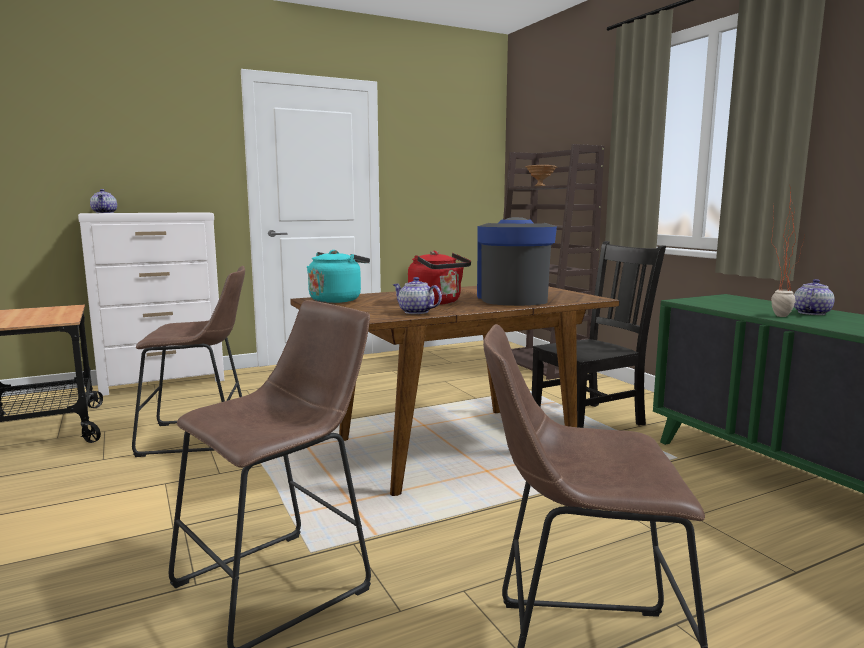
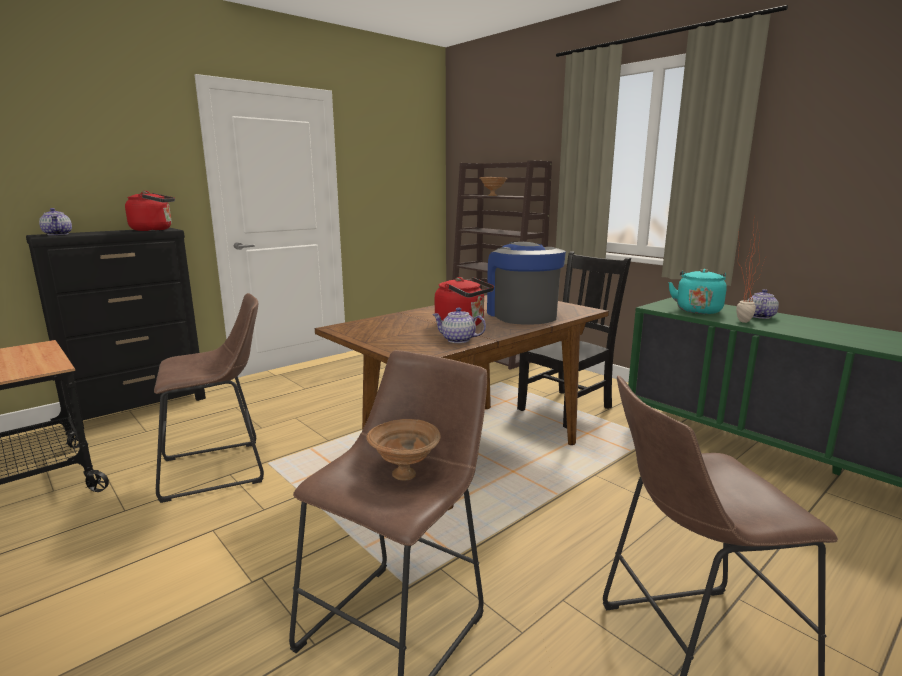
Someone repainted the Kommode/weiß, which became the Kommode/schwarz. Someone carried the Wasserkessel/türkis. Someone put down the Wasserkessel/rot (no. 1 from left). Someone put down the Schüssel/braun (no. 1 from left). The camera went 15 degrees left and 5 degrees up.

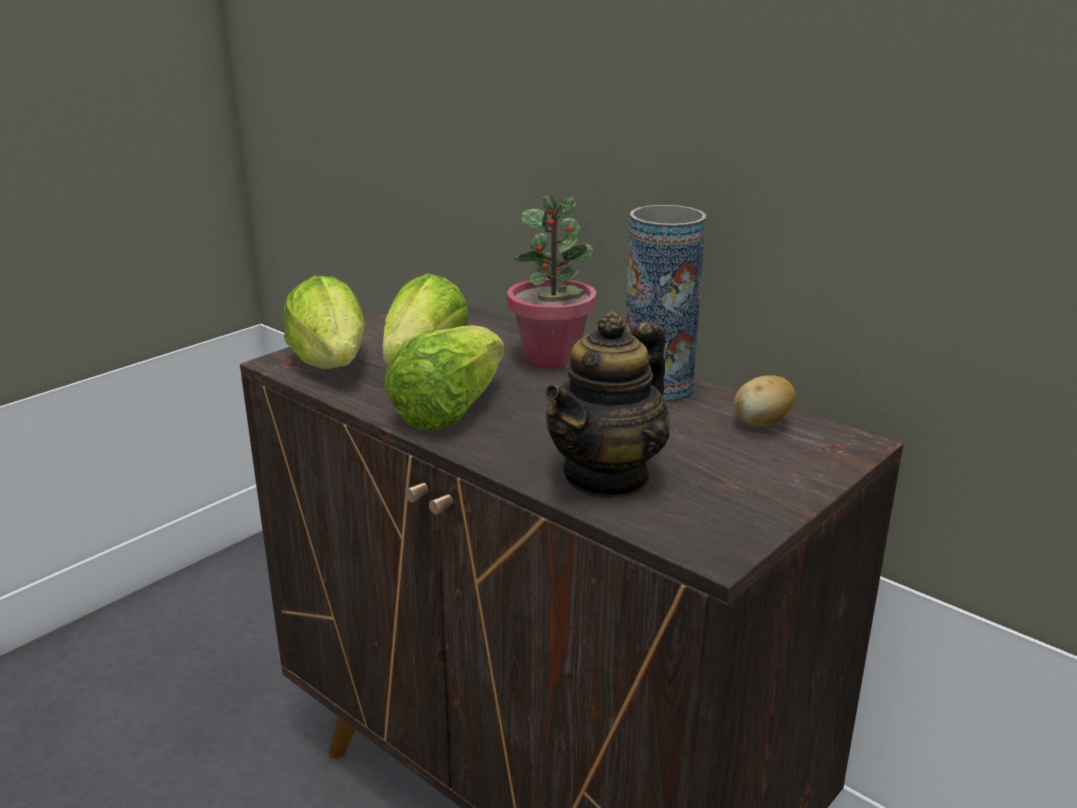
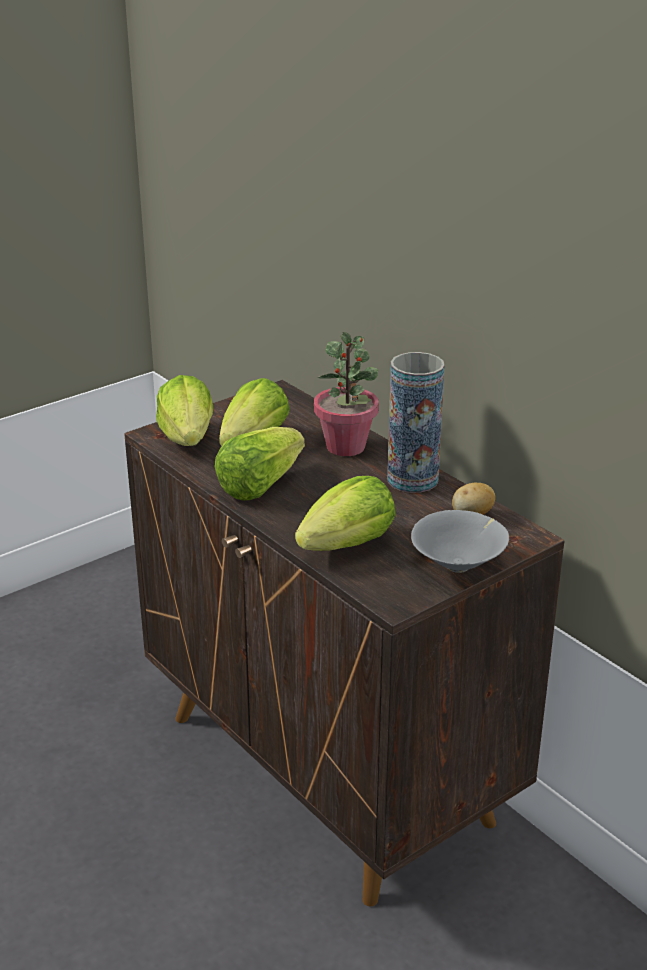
Someone swapped the Teekanne for the Salatkopf (no. 4 from left). Someone put down the Schüssel/grau. The camera went 10 degrees right and 5 degrees up.

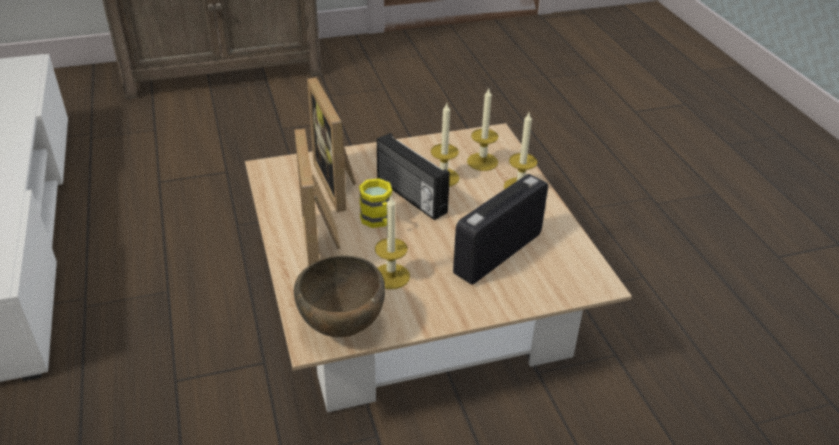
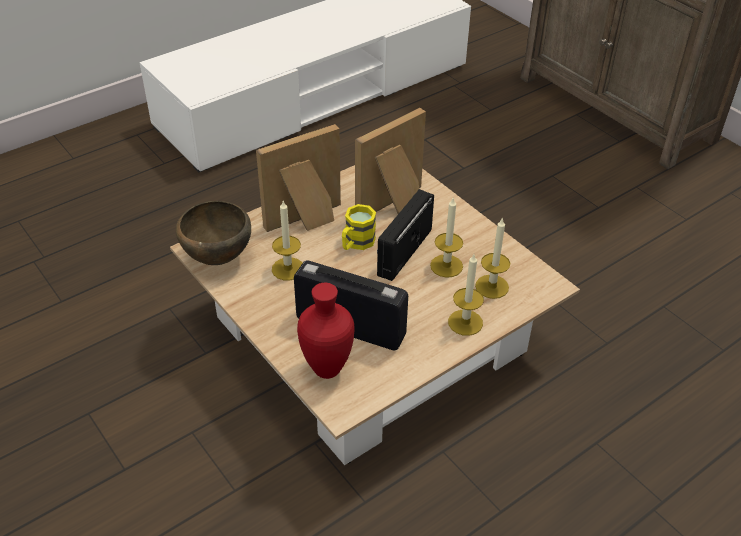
Someone put down the Vase/rot. The camera went 70 degrees right and 5 degrees up.

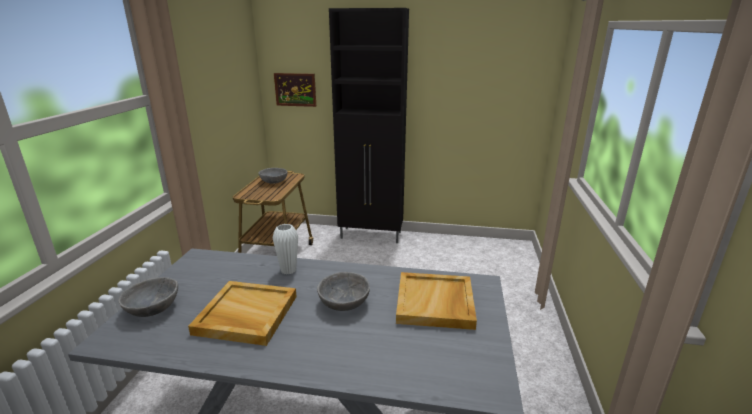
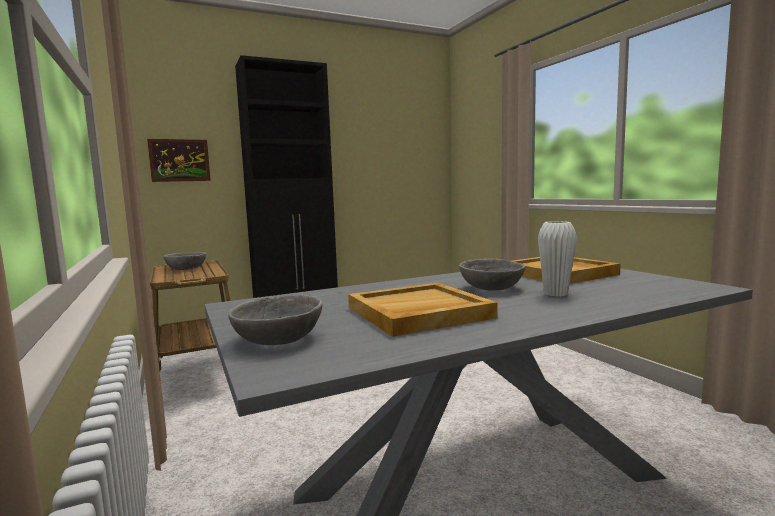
Someone carried the Vase/weiß. The camera went 35 degrees left and 15 degrees down.

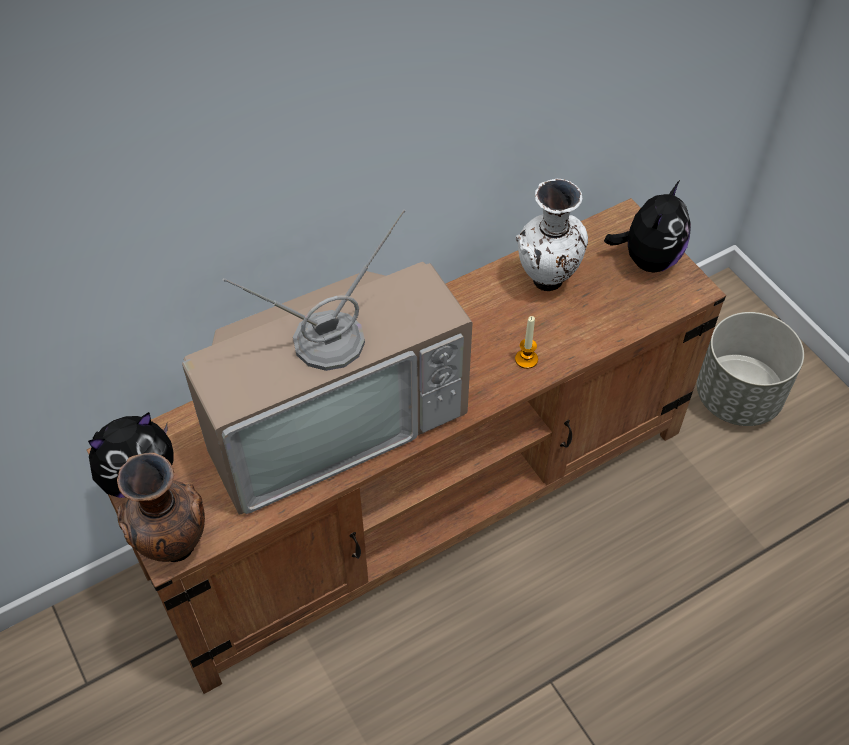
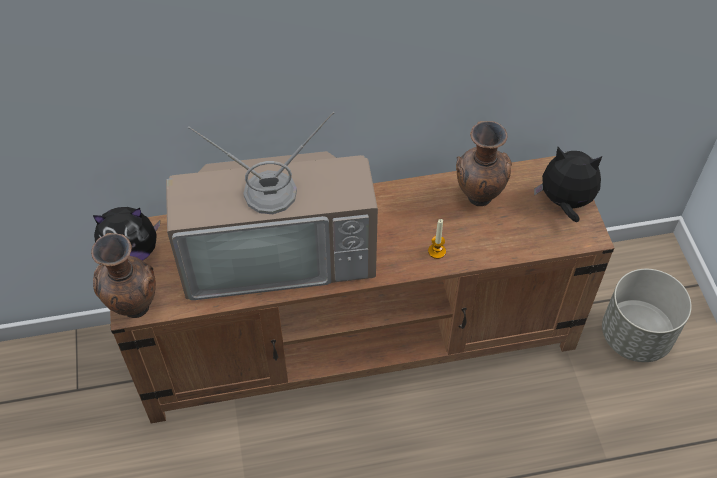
Someone repainted the Vase/weiß, which became the Vase/braun (no. 2 from left). Someone rotated the Plüschtier (no. 2 from left) by 120 degrees counterclockwise. The camera went 20 degrees right and 0 degrees up.

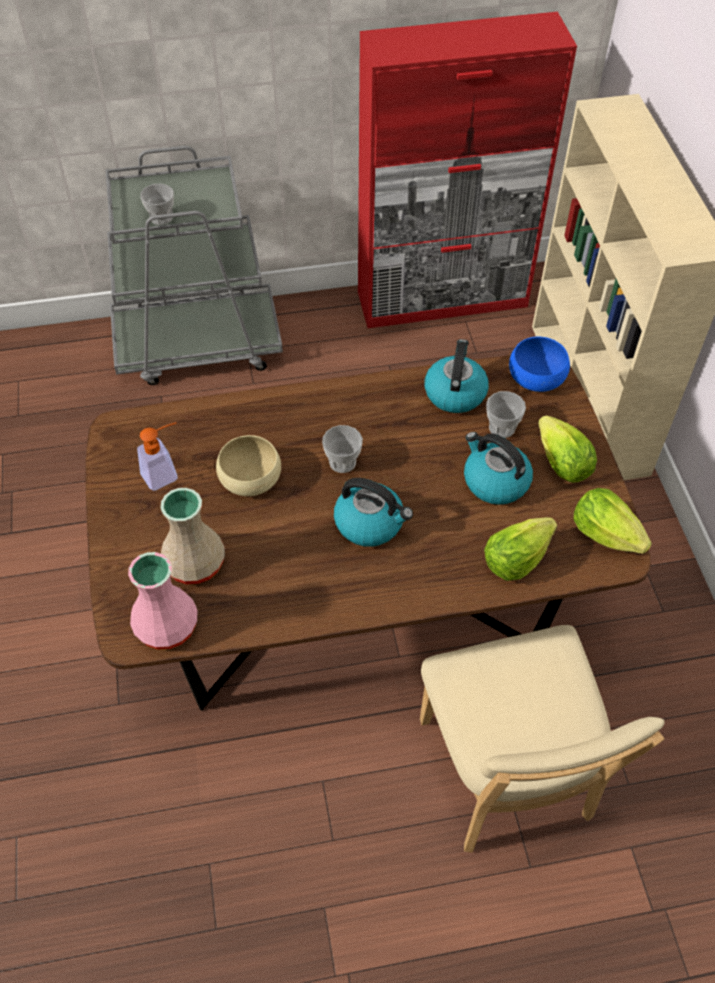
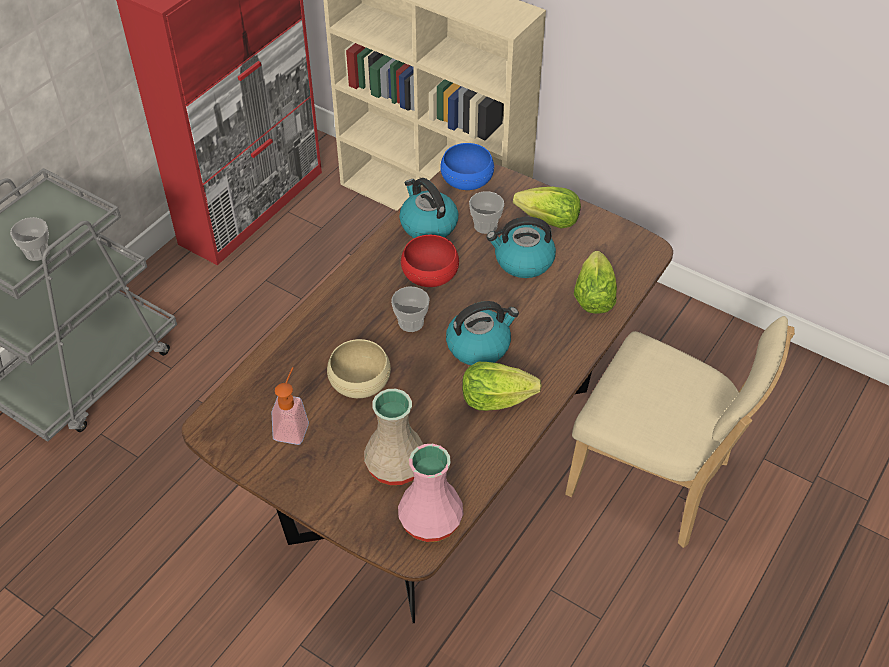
Someone carried the Salatkopf (no. 3 from left in the first image). Someone put down the Schüssel/rot. The camera went 45 degrees left and 5 degrees down.

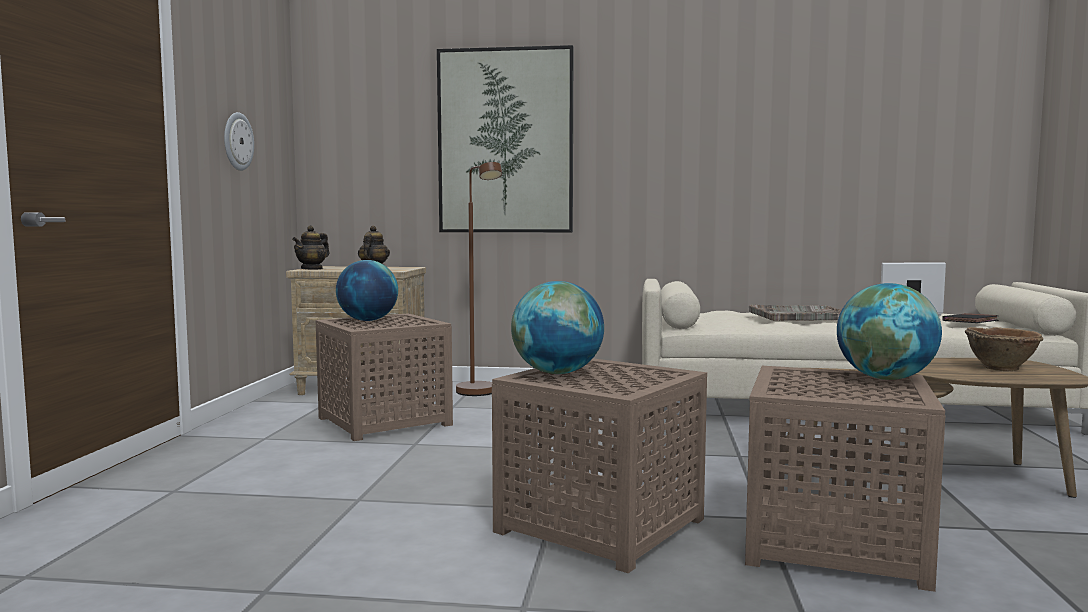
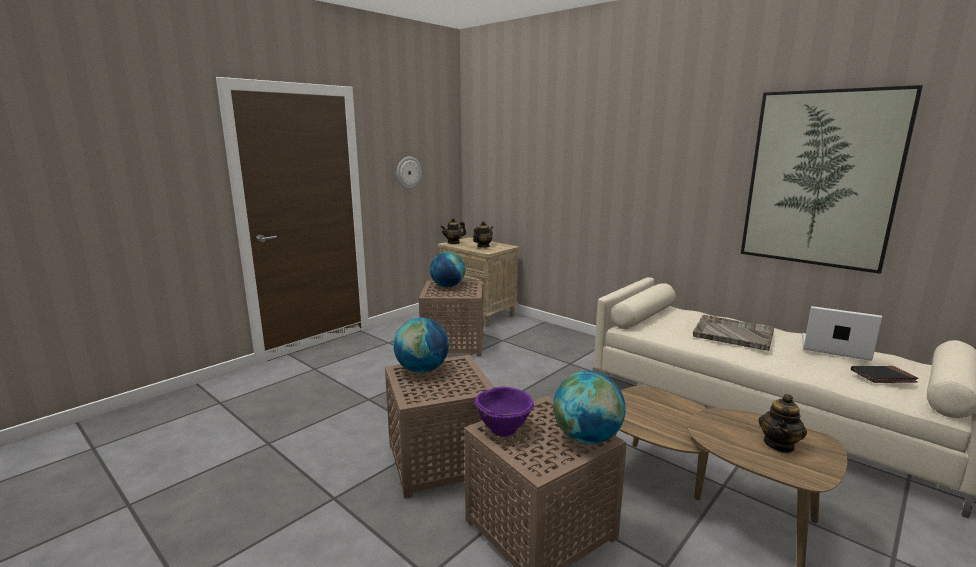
Someone carried the Bild. Someone took away the Stehlampe/braun. Someone swapped the Schüssel/braun for the Teekanne (no. 3 from left). Someone put down the Schüssel/lila. The camera went 35 degrees right and 10 degrees up.

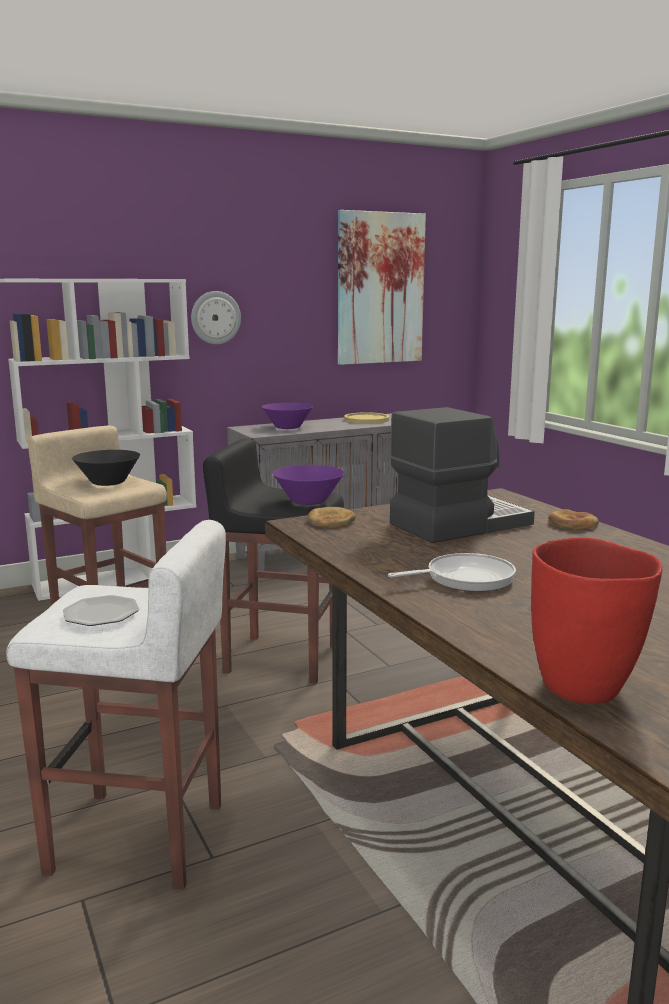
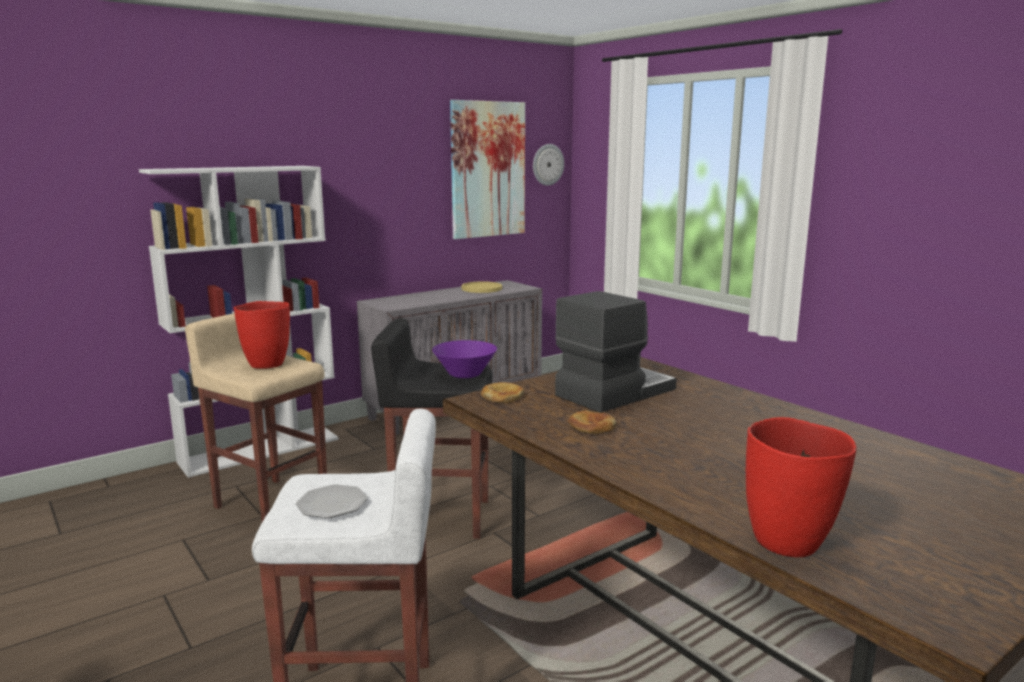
Someone swapped the Schüssel/schwarz for the Vase/rot (no. 1 from left). Someone carried the Wanduhr. Someone took away the Schüssel/lila (no. 1 from left). Someone took away the Pfanne. Someone carried the Brot (no. 2 from left). The camera went 10 degrees left and 0 degrees up.

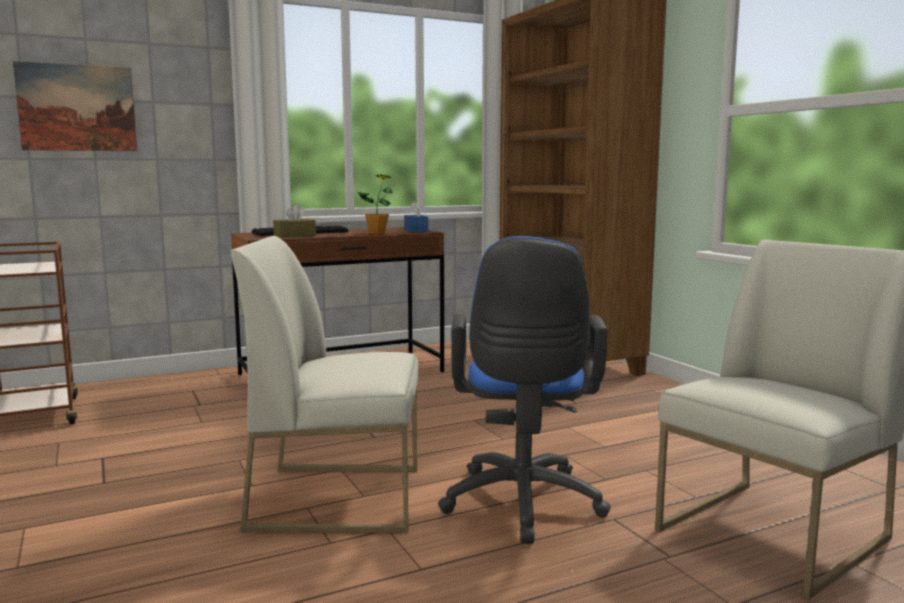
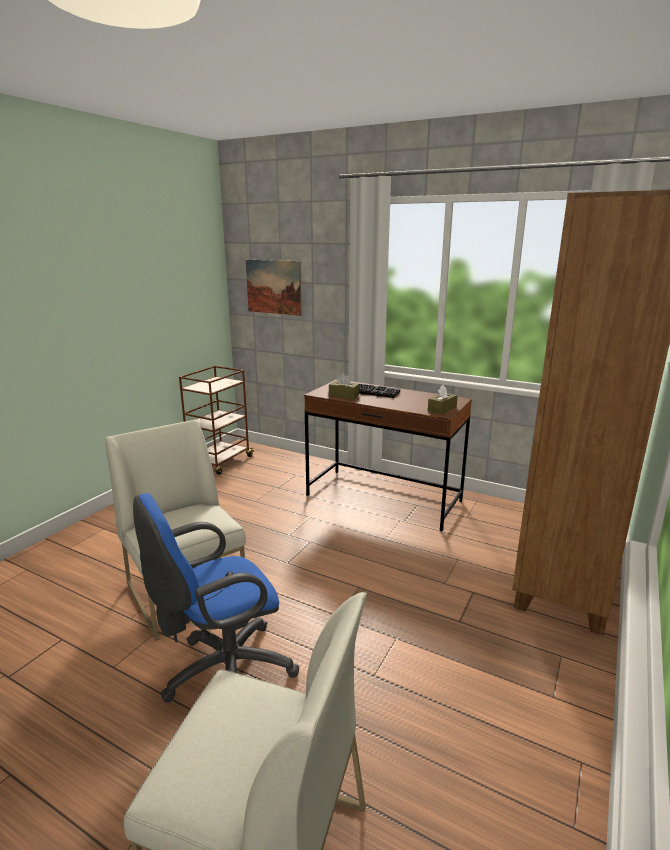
Someone took away the Topfpflanze. Someone repainted the Taschentuchbox/blau, which became the Taschentuchbox/braun (no. 2 from left). The camera went 55 degrees right and 10 degrees up.

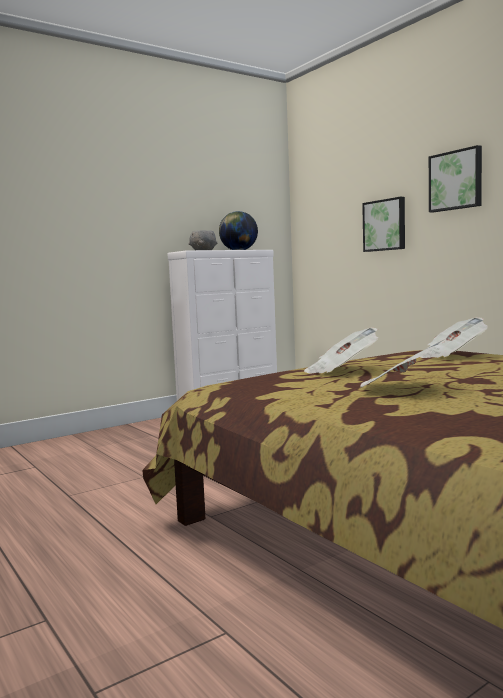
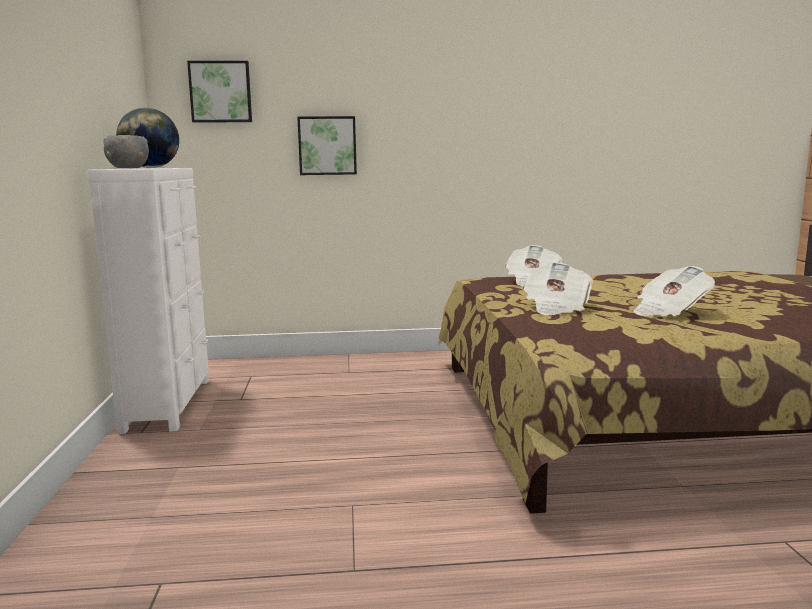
Someone carried the Bild (no. 2 from left in the first image). The camera went 60 degrees left and 5 degrees up.

